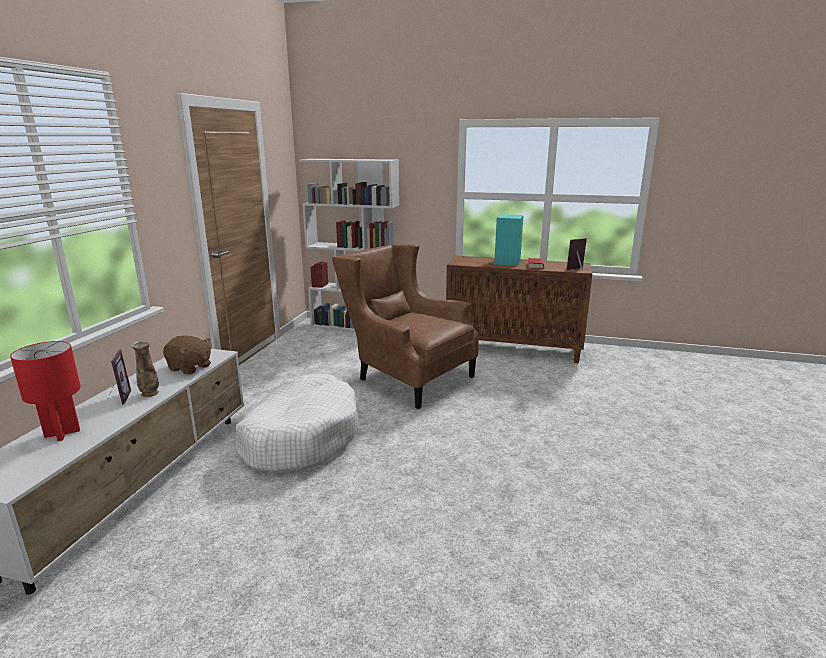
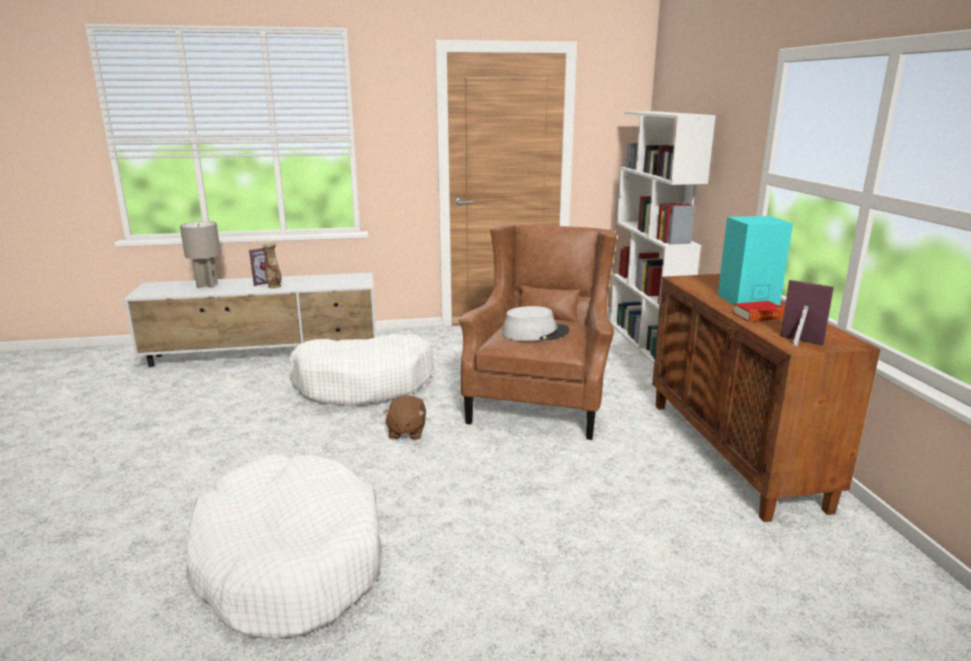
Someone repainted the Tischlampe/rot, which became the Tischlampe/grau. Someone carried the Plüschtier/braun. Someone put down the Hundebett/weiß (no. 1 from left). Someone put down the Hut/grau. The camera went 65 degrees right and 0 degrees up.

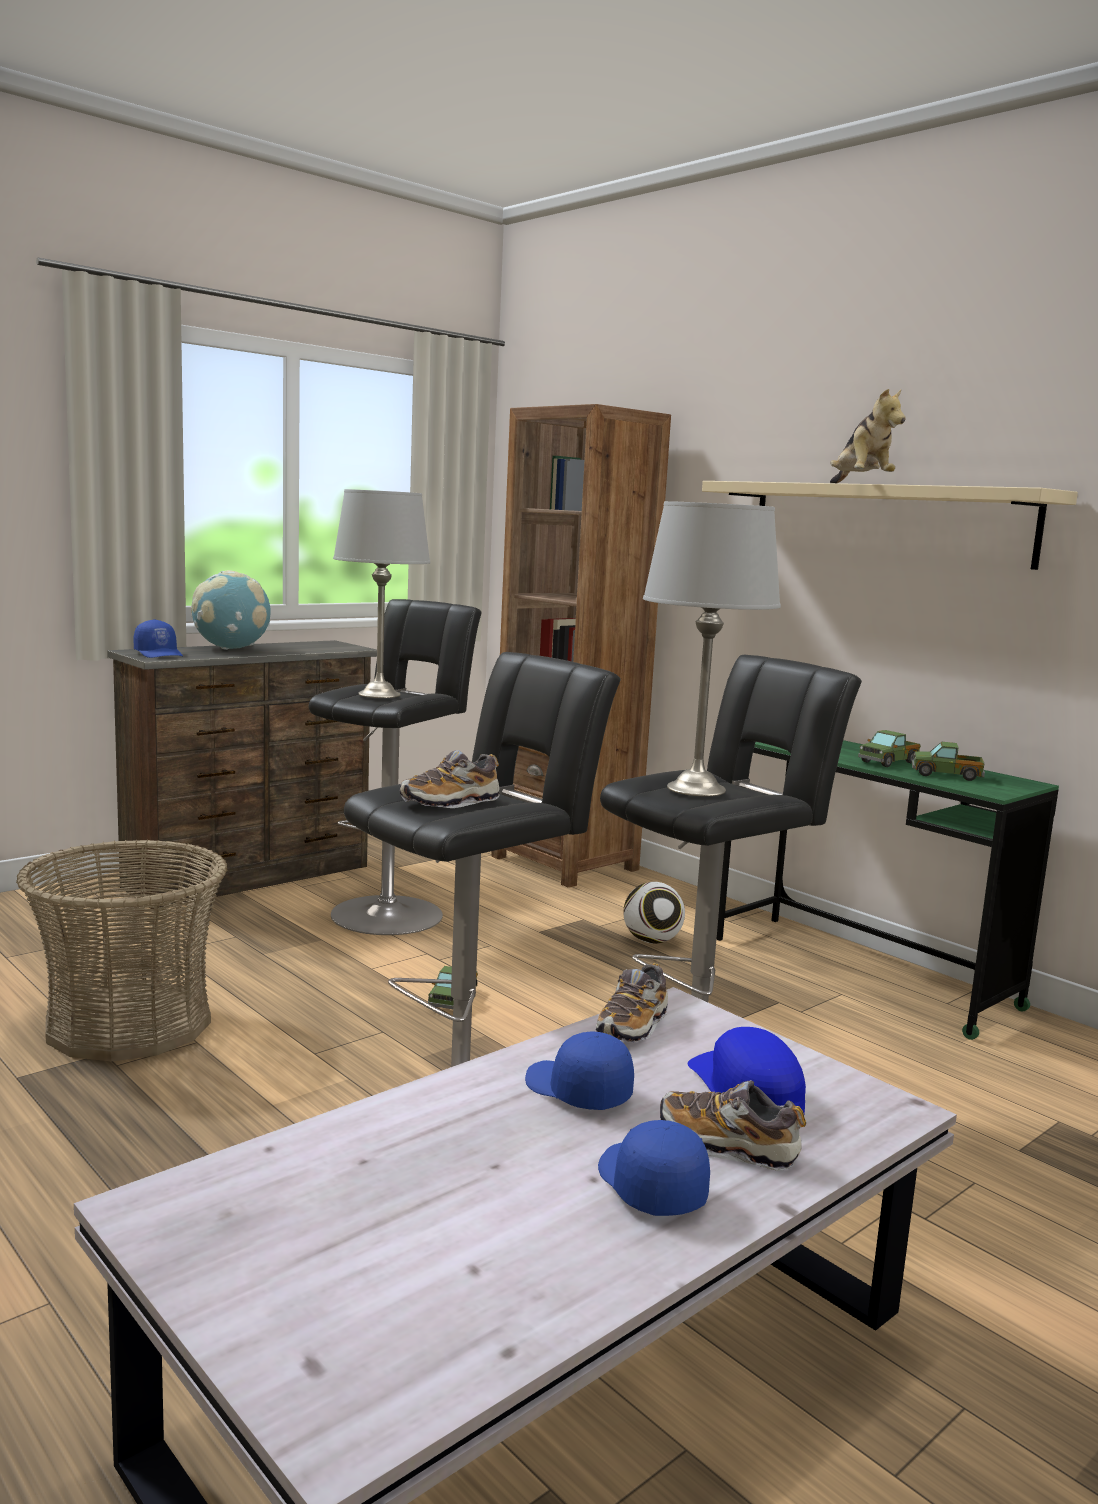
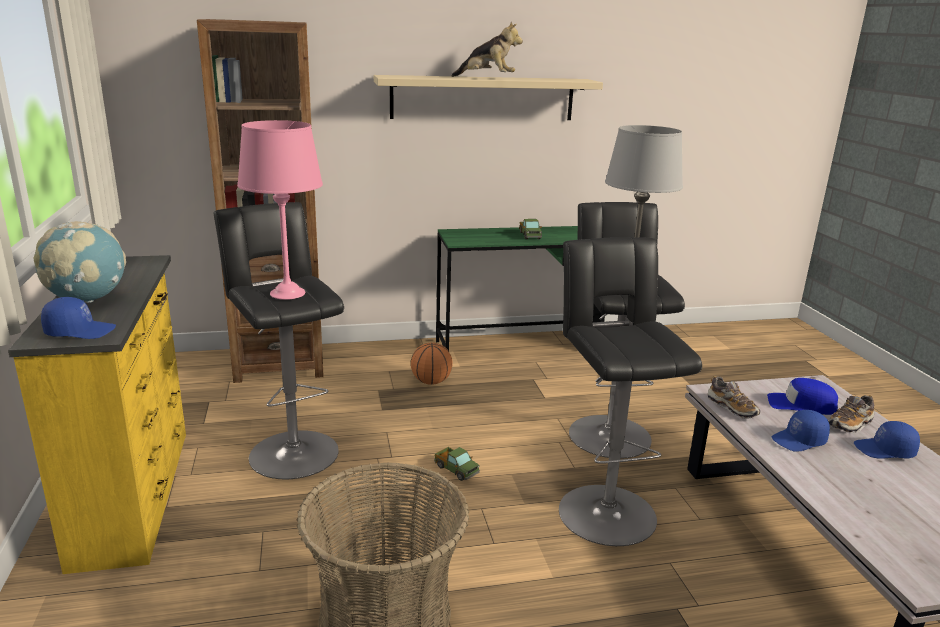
Someone repainted the Kommode/braun, which became the Kommode/gelb. Someone repainted the Tischlampe/grau (no. 1 from left), which became the Tischlampe/rosa. Someone took away the Schuh (no. 1 from left). Someone swapped the Fußball for the Basketball. Someone took away the Spielzeuglaster (no. 3 from left). The camera went 60 degrees left and 10 degrees up.

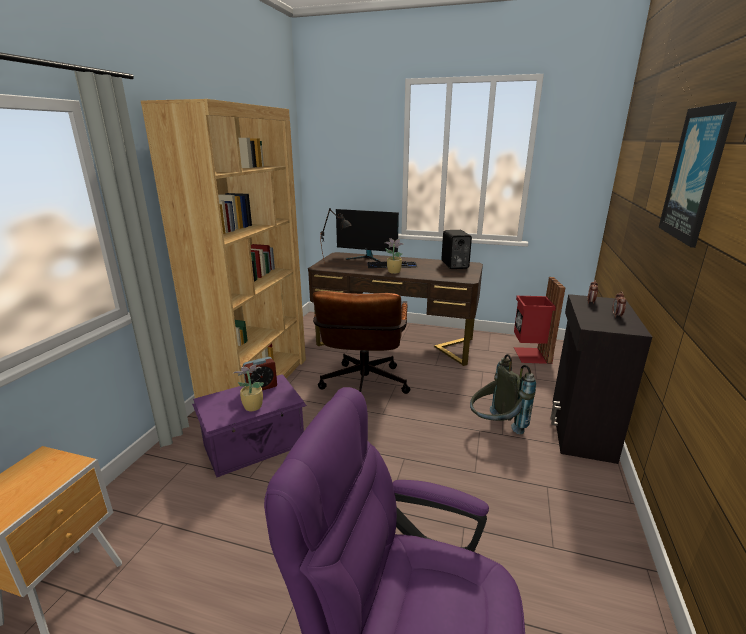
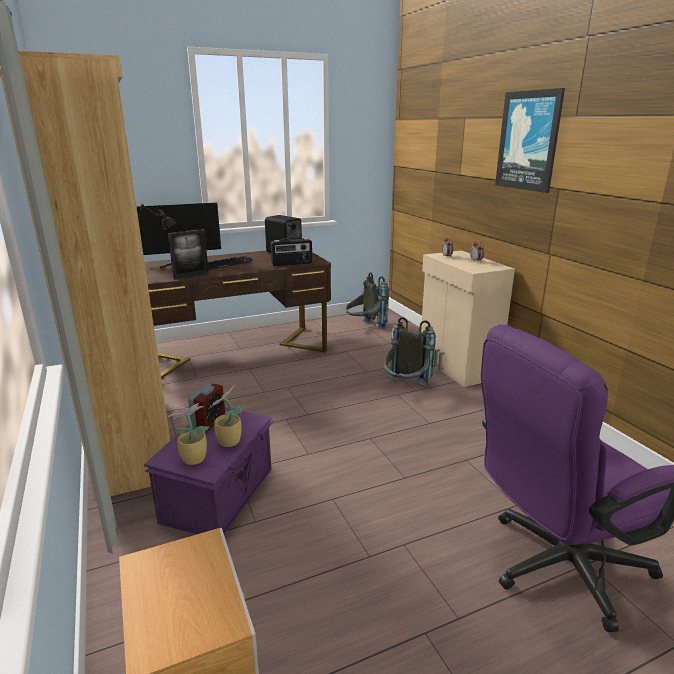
Someone took away the Bürostuhl/braun. Someone carried the Topfpflanze (no. 2 from left in the first image). Someone swapped the Mülleimer/rot for the Rucksack/grau (no. 1 from left). Someone repainted the Schrank/schwarz, which became the Schrank/beige. Someone put down the Bilderrahmen. Someone put down the Radio. The camera went 40 degrees left and 0 degrees up.

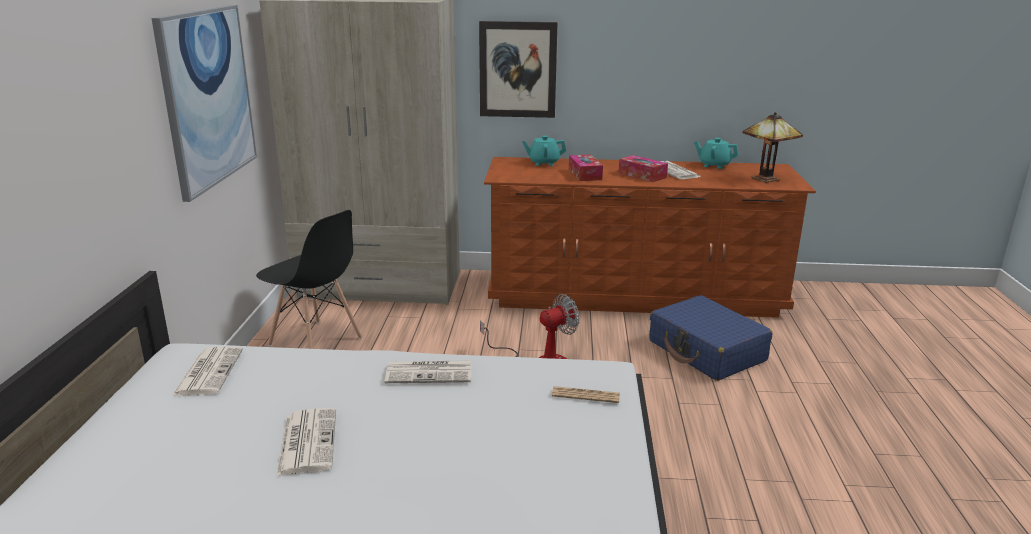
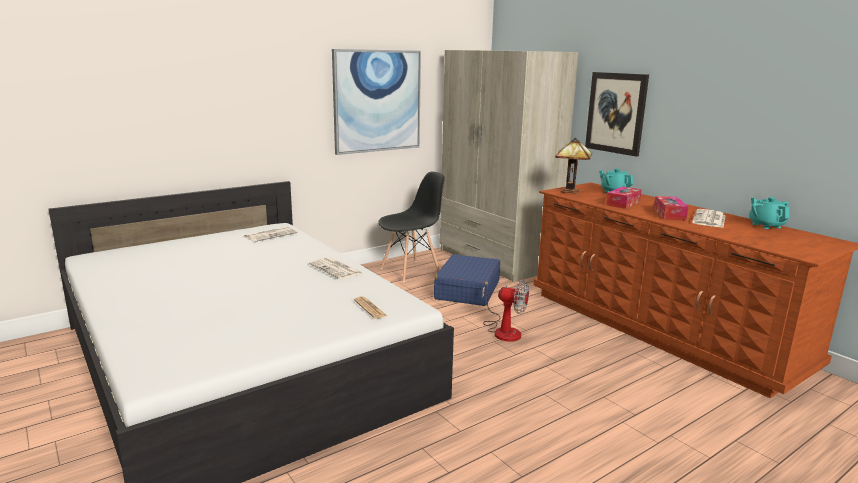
Someone rotated the Stuhl/schwarz by 120 degrees counterclockwise. Someone took away the Zeitung (no. 2 from left). Someone carried the Koffer/blau. Someone carried the Tischlampe. The camera went 50 degrees right and 5 degrees down.

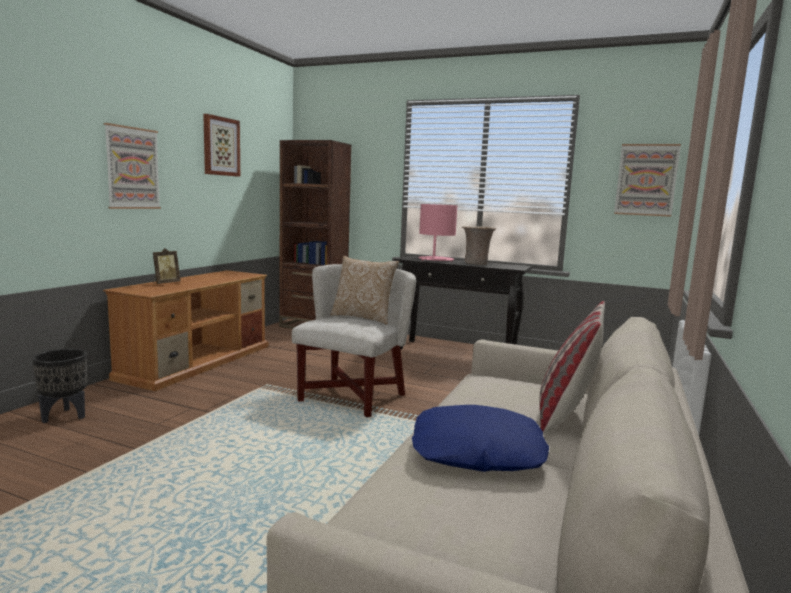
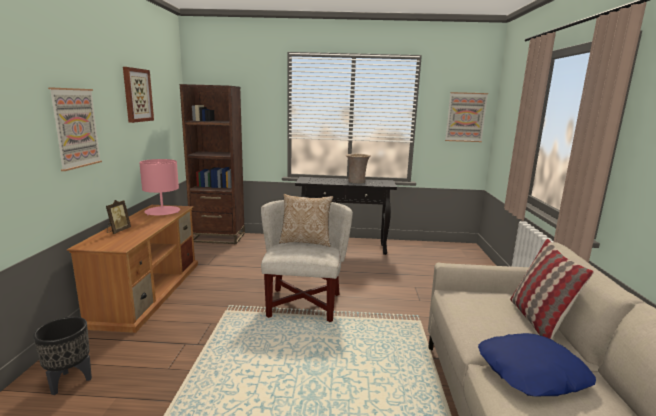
Someone carried the Tischlampe/rosa. The camera went 20 degrees left and 5 degrees up.

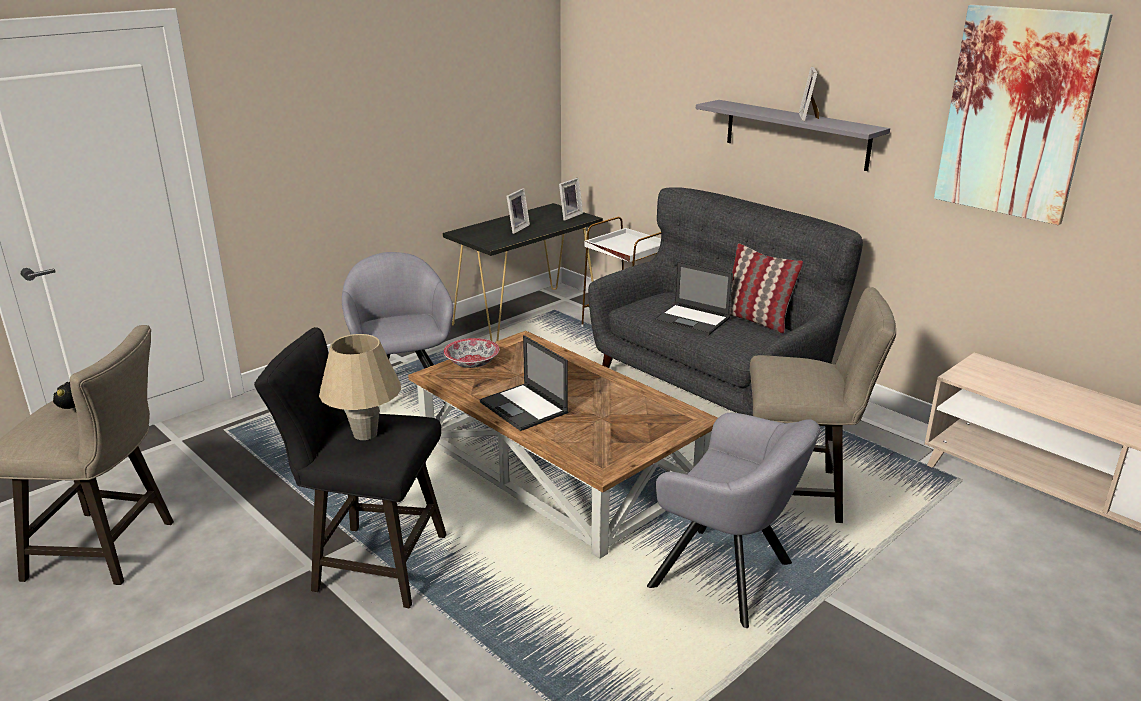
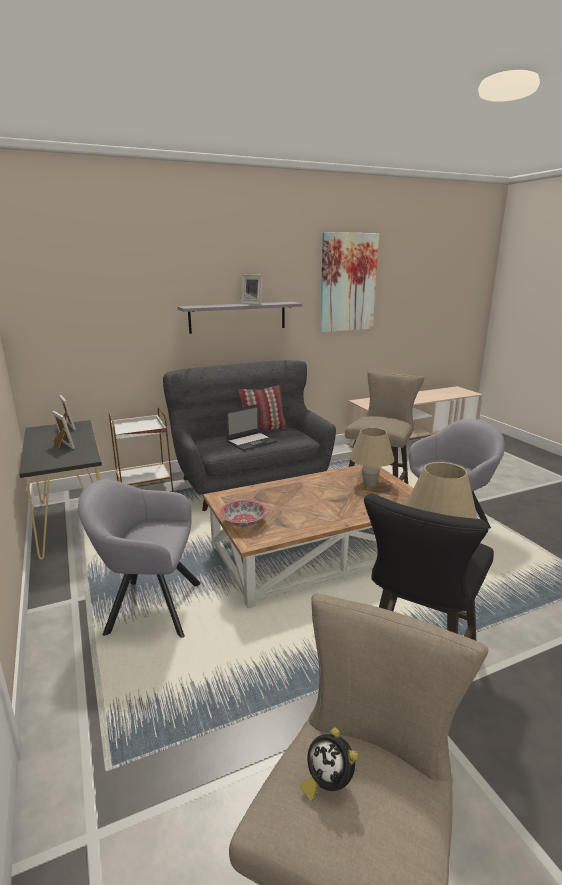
Someone took away the Laptop (no. 1 from left). Someone put down the Tischlampe/beige (no. 1 from left). The camera went 70 degrees left and 5 degrees down.

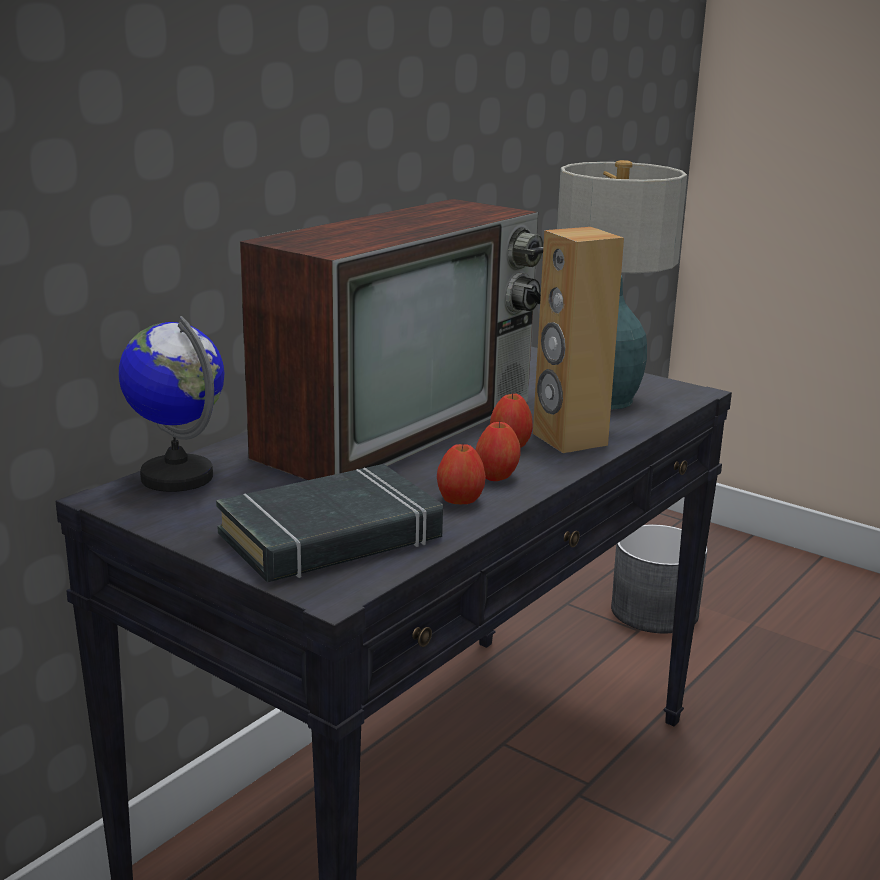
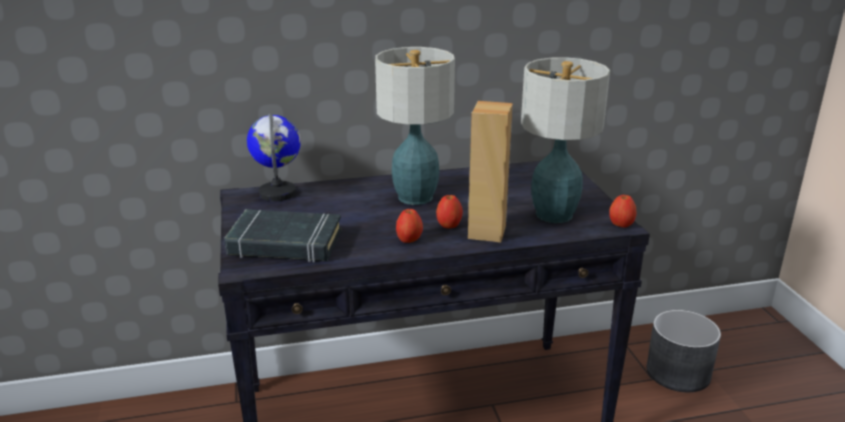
Someone swapped the Fernseher for the Tischlampe (no. 1 from left). Someone carried the Apfel (no. 1 from left in the first image). The camera went 40 degrees right and 5 degrees up.

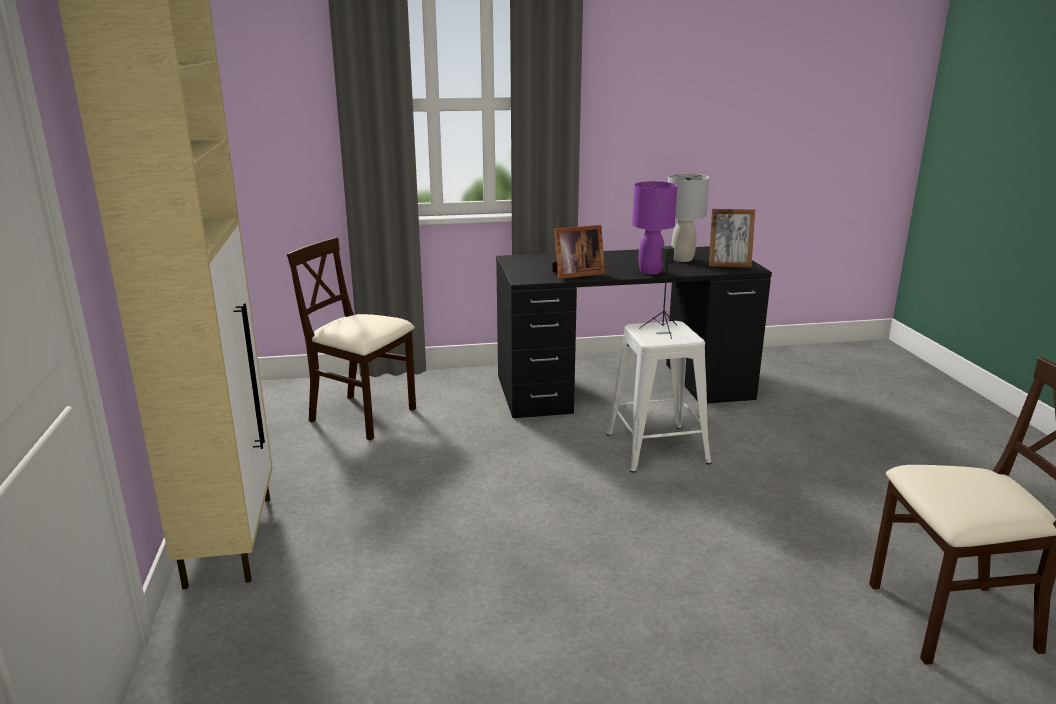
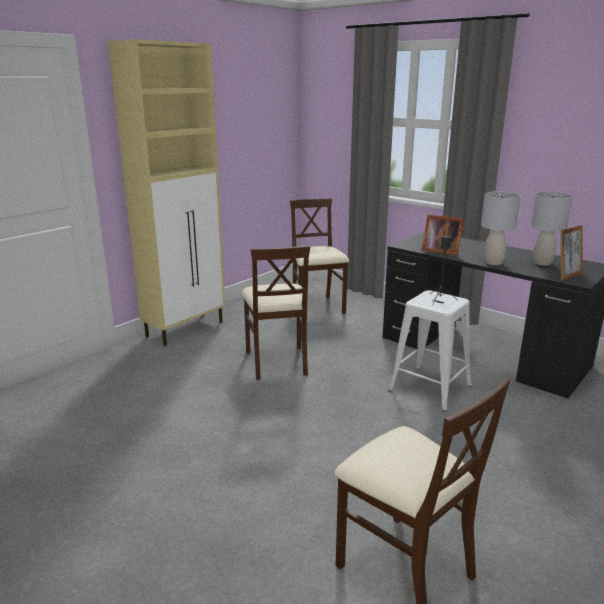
Someone repainted the Tischlampe/lila, which became the Tischlampe/grau (no. 1 from left). Someone rotated the Bilderrahmen (no. 2 from left) by 90 degrees counterclockwise. Someone put down the Stuhl/beige (no. 1 from left). The camera went 50 degrees right and 0 degrees up.

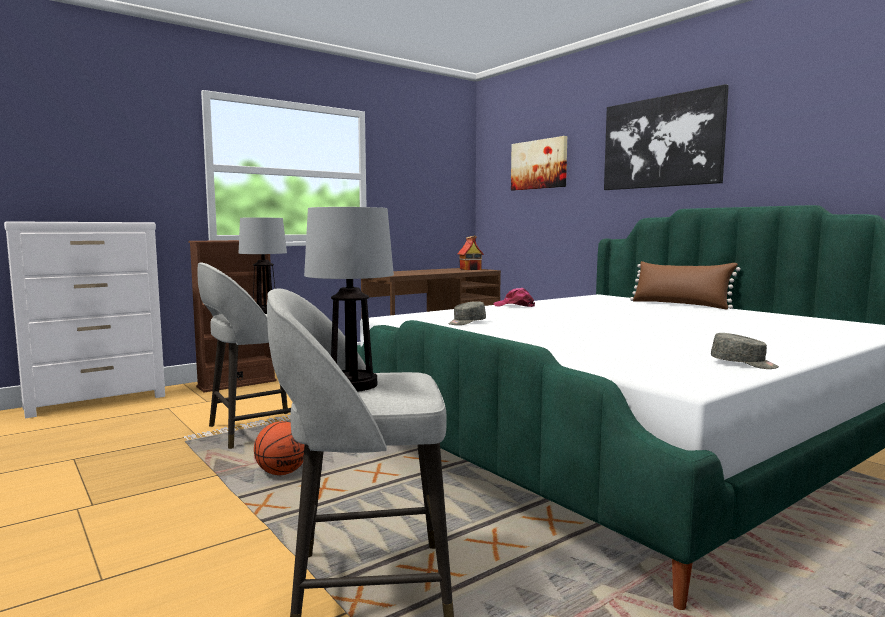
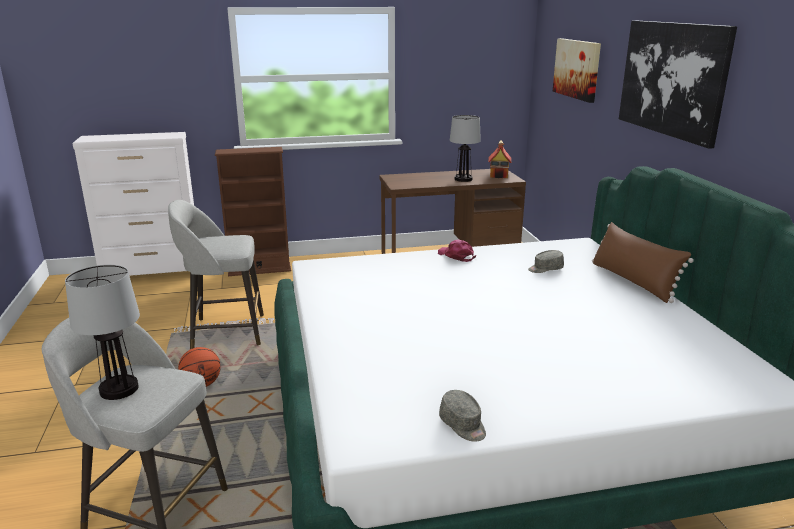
Someone carried the Tischlampe (no. 1 from left in the first image). Someone carried the Kappe/grau (no. 1 from left in the first image). The camera went 25 degrees right and 15 degrees up.

